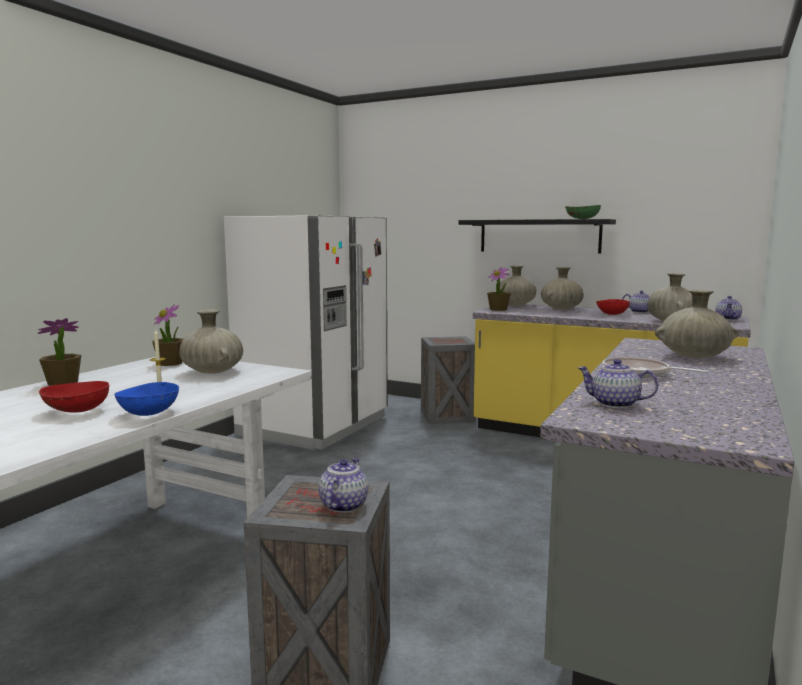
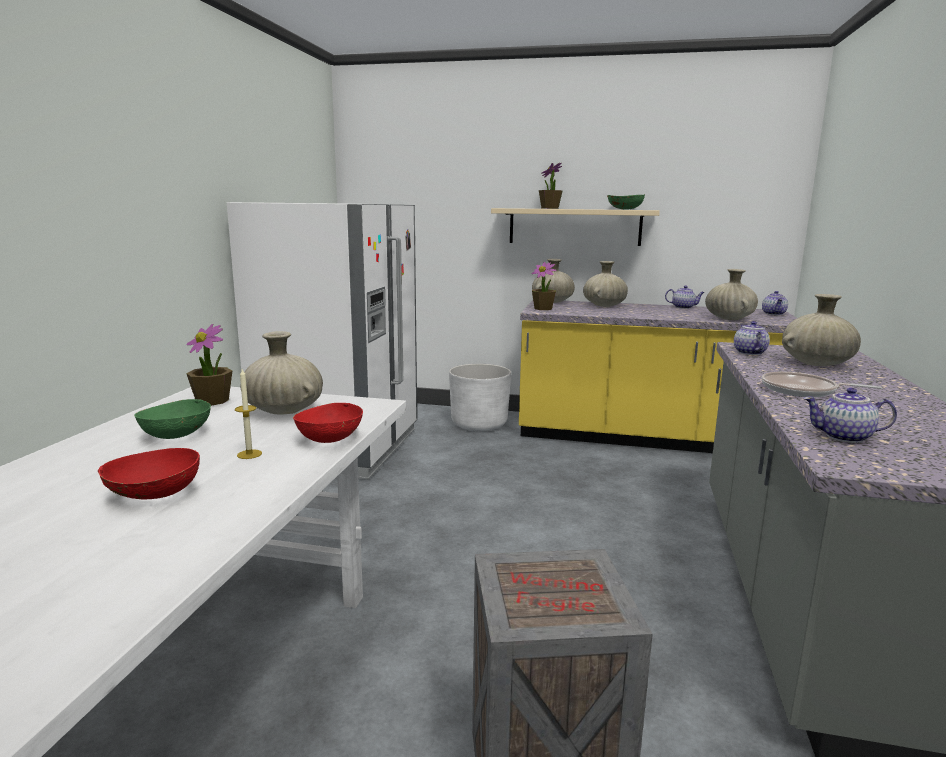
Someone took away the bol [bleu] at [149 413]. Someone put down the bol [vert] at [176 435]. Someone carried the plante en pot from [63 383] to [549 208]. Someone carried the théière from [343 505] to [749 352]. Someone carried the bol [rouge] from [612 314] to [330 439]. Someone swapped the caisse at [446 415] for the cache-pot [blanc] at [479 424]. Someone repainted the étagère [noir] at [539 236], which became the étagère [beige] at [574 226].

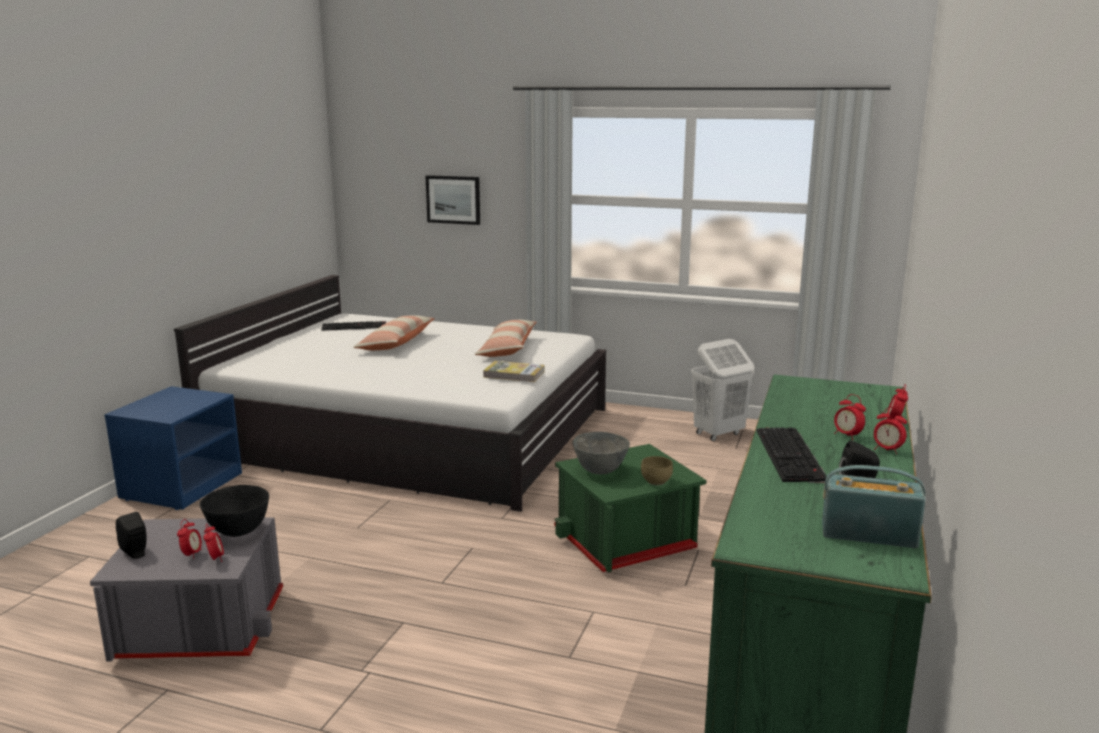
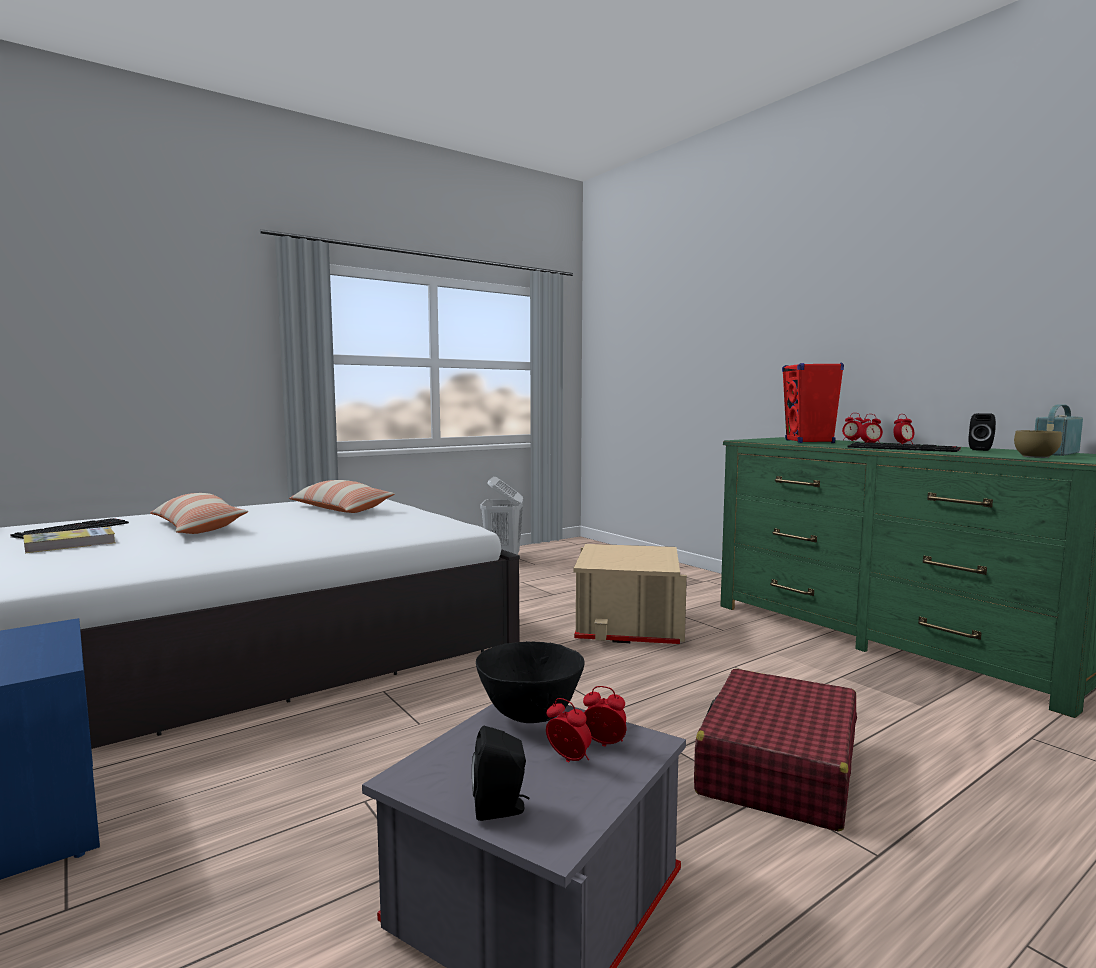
Someone took away the tableau at [453 199]. Someone took away the bol [gris] at [600 471]. Someone put down the valise [rouge] at [777 768]. Someone put down the enceinte [rouge] at [809 442]. Someone carried the livre from [514 374] to [70 544]. Someone carried the bol [marron] from [655 482] to [1035 457]. Someone repainted the boîte de rangement [vert] at [627 540], which became the boîte de rangement [beige] at [629 626].

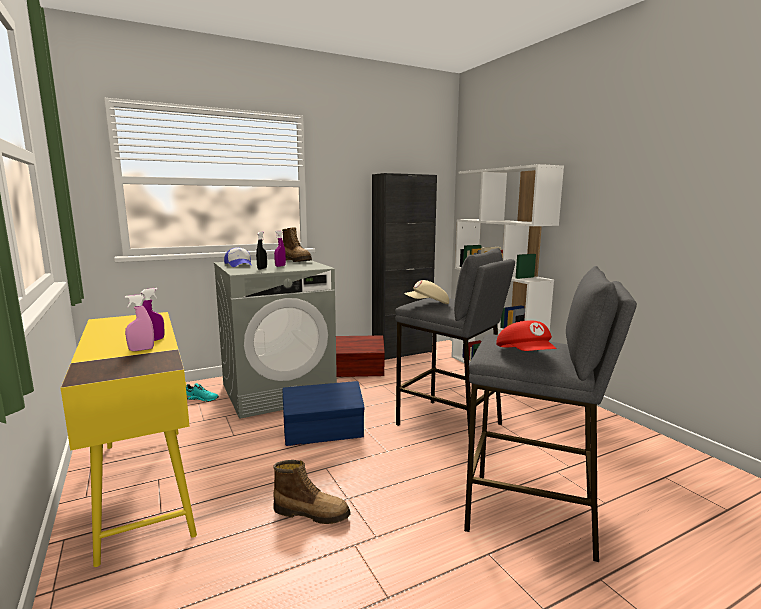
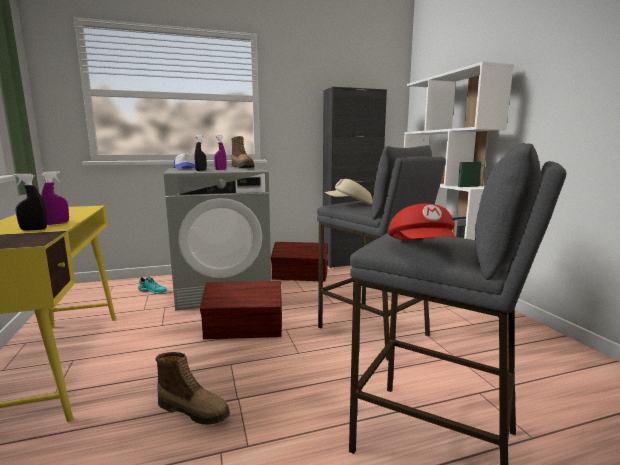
Someone repainted the vaporisateur [rose] at [141 349], which became the vaporisateur [noir] at [34 229]. Someone repainted the boîte de rangement [bleu] at [324 433], which became the boîte de rangement [marron] at [245 330].

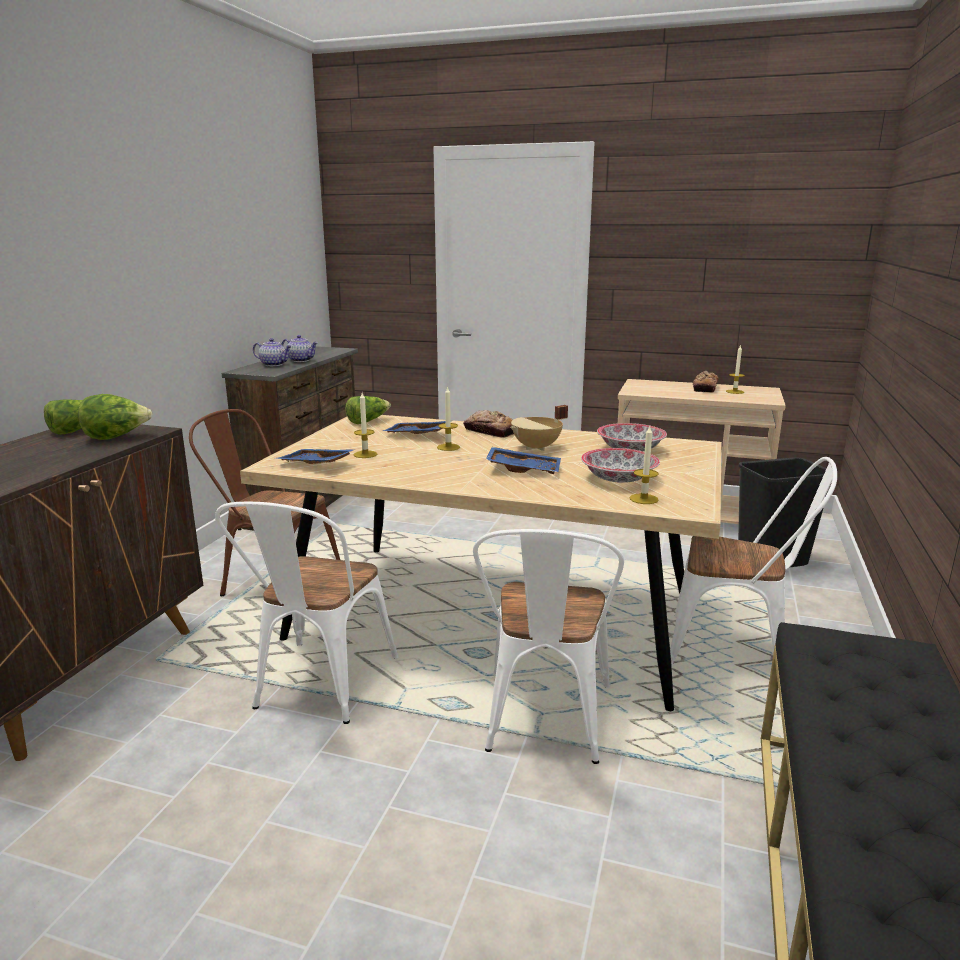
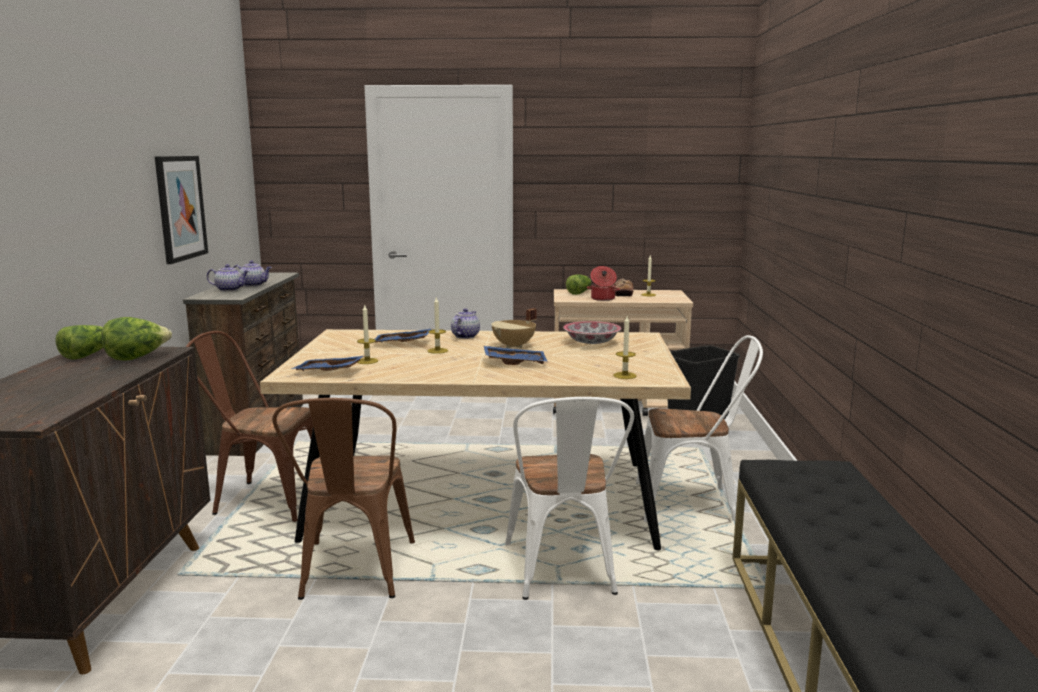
Someone took away the bol at [618 479]. Someone put up the tableau at [180 208]. Someone put down the marmite at [602 299]. Someone carried the laitue from [367 421] to [579 293]. Someone swapped the pain at [490 431] for the théière at [465 336]. Someone repainted the chaise [blanc] at [319 688], which became the chaise [marron] at [353 575].

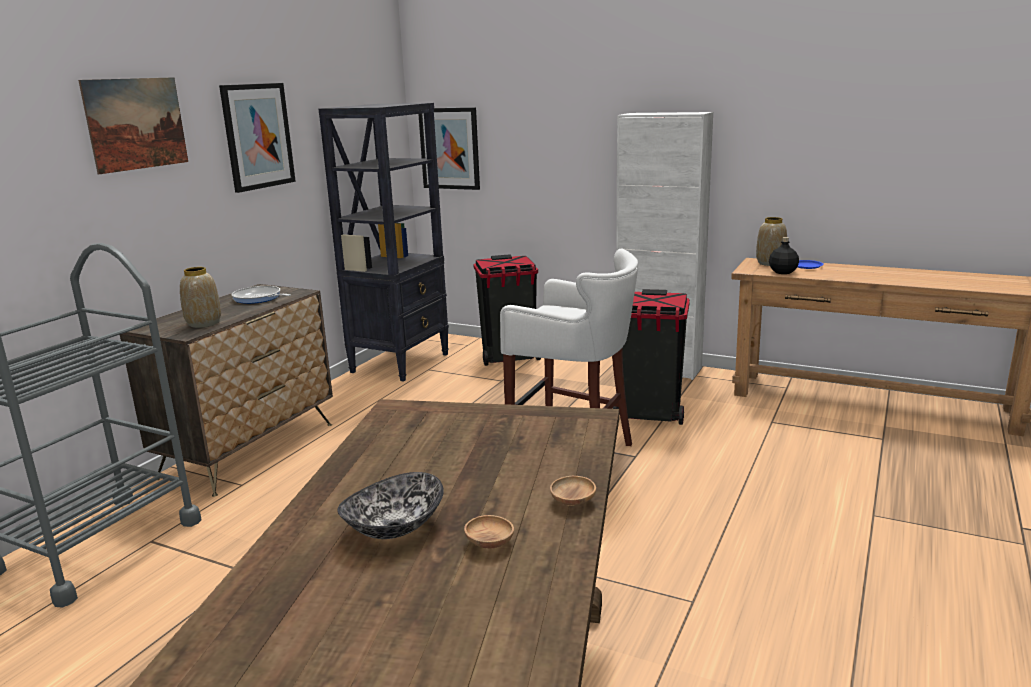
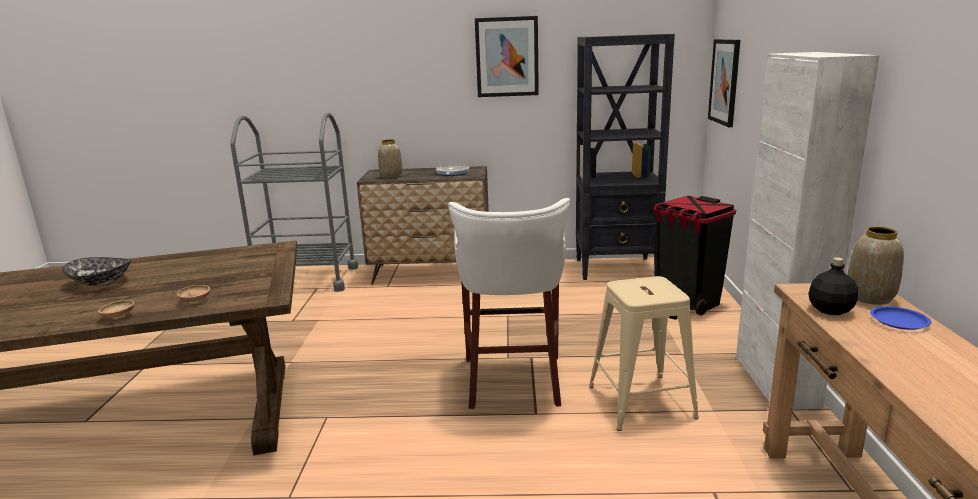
Someone took away the tableau at [136 124]. Someone carried the bol [marron] from [489 543] to [195 301]. Someone swapped the poubelle [noir] at [649 414] for the tabouret [beige] at [640 401].

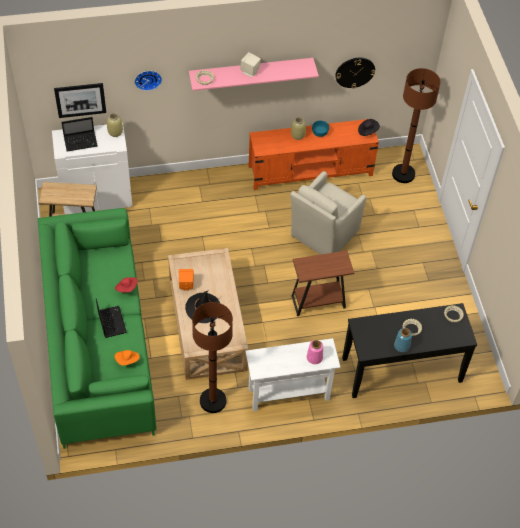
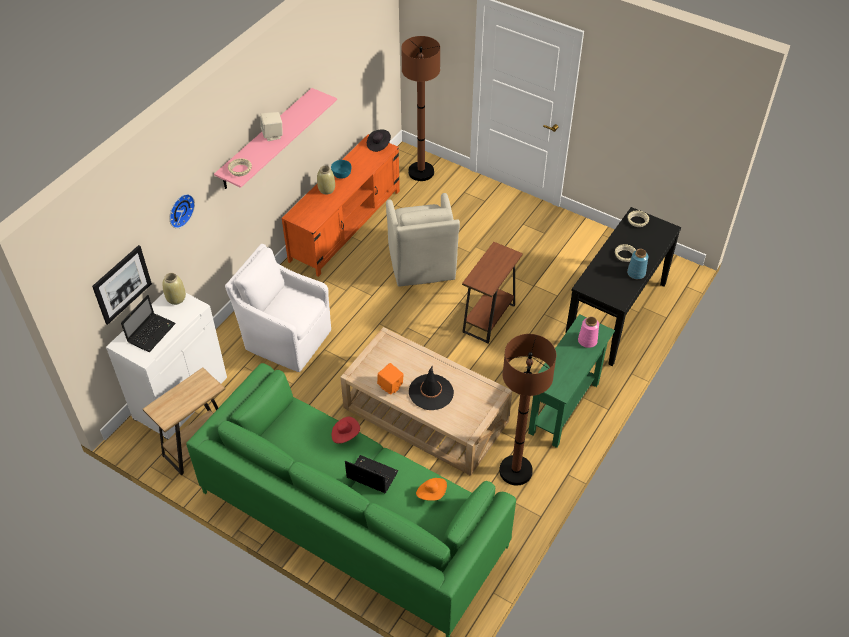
Someone took away the horloge murale at [355 72]. Someone put down the fauteuil [blanc] at [286 338]. Someone repainted the table console [blanc] at [289 394], which became the table console [vert] at [564 408].

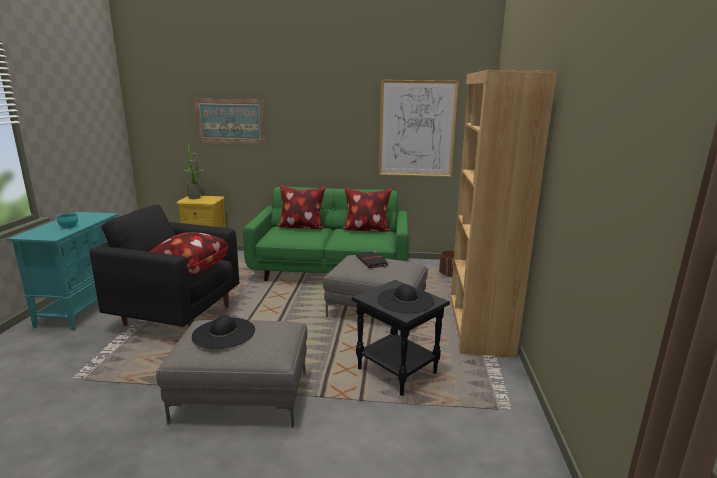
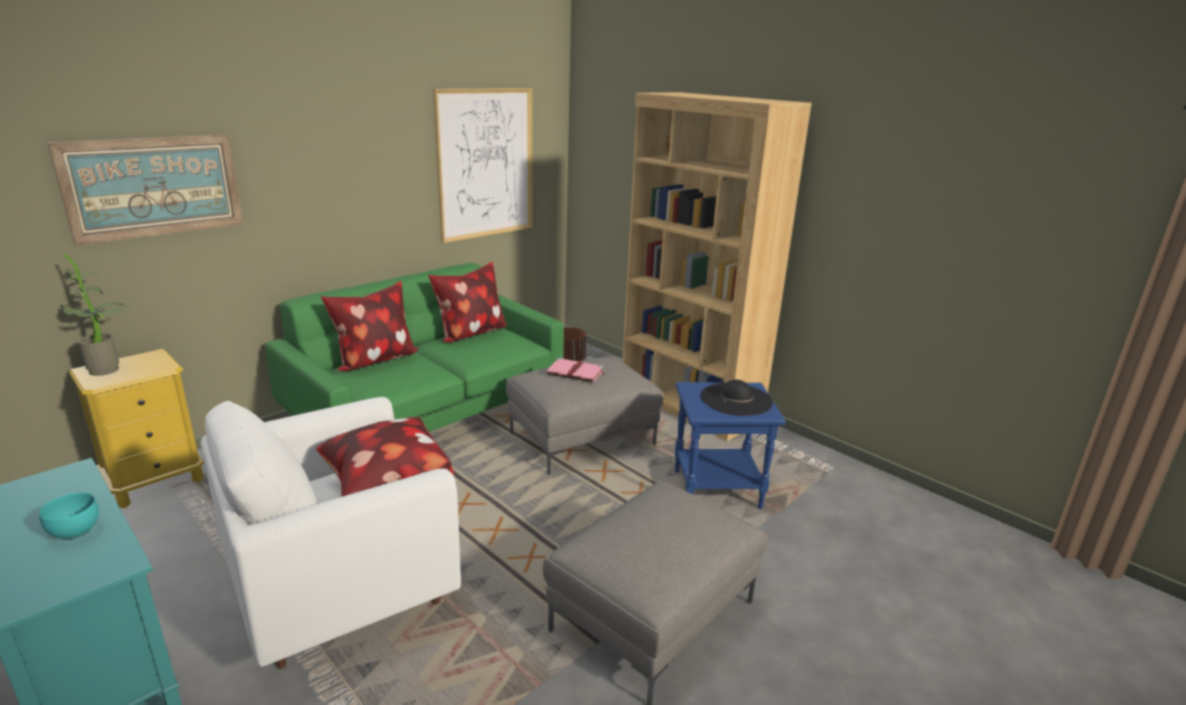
Someone took away the chapeau [noir] at [224 333]. Someone repainted the fauteuil [noir] at [178 315], which became the fauteuil [blanc] at [344 593]. Someone repainted the table d'appoint [noir] at [398 371], which became the table d'appoint [bleu] at [717 488]. Someone repainted the livre [noir] at [372 261], which became the livre [rose] at [576 373].

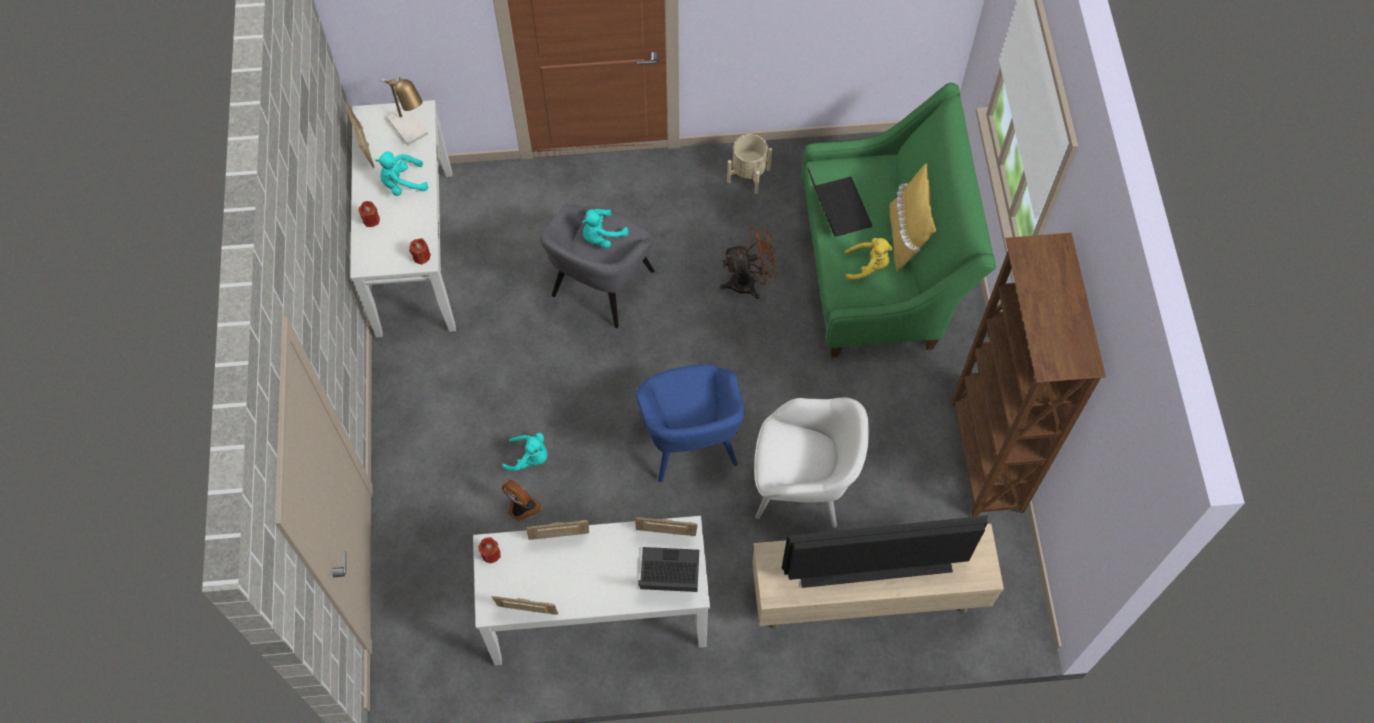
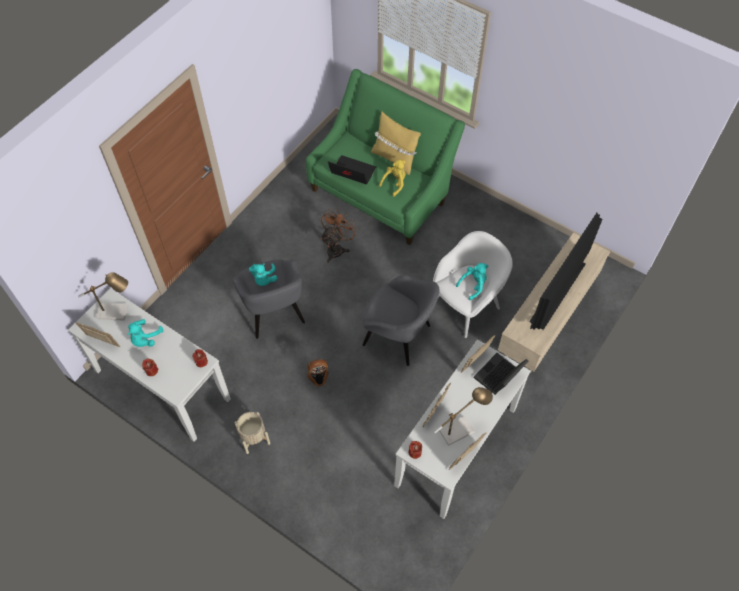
Someone took away the bibliothèque [marron] at [985 458]. Someone put down the lampe de table at [460 428]. Someone carried the peluche [turquoise] from [529 458] to [473 285]. Someone carried the ventilateur from [521 507] to [318 378]. Someone carried the cache-pot [beige] from [748 175] to [254 438]. Someone repainted the fauteuil [bleu] at [690 441], which became the fauteuil [gris] at [398 336].

